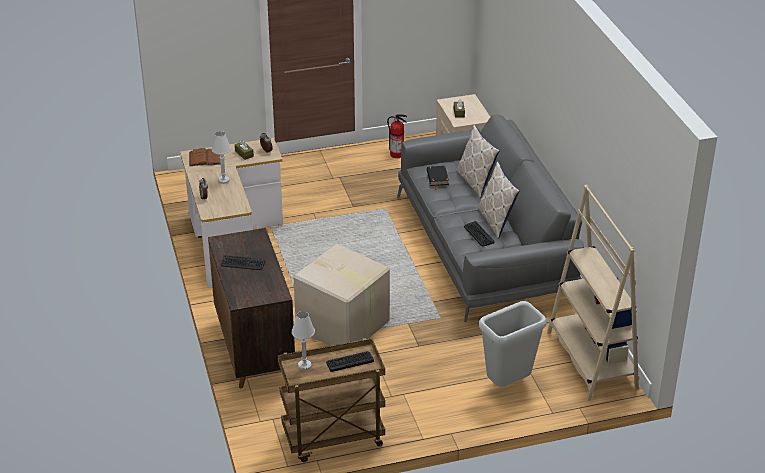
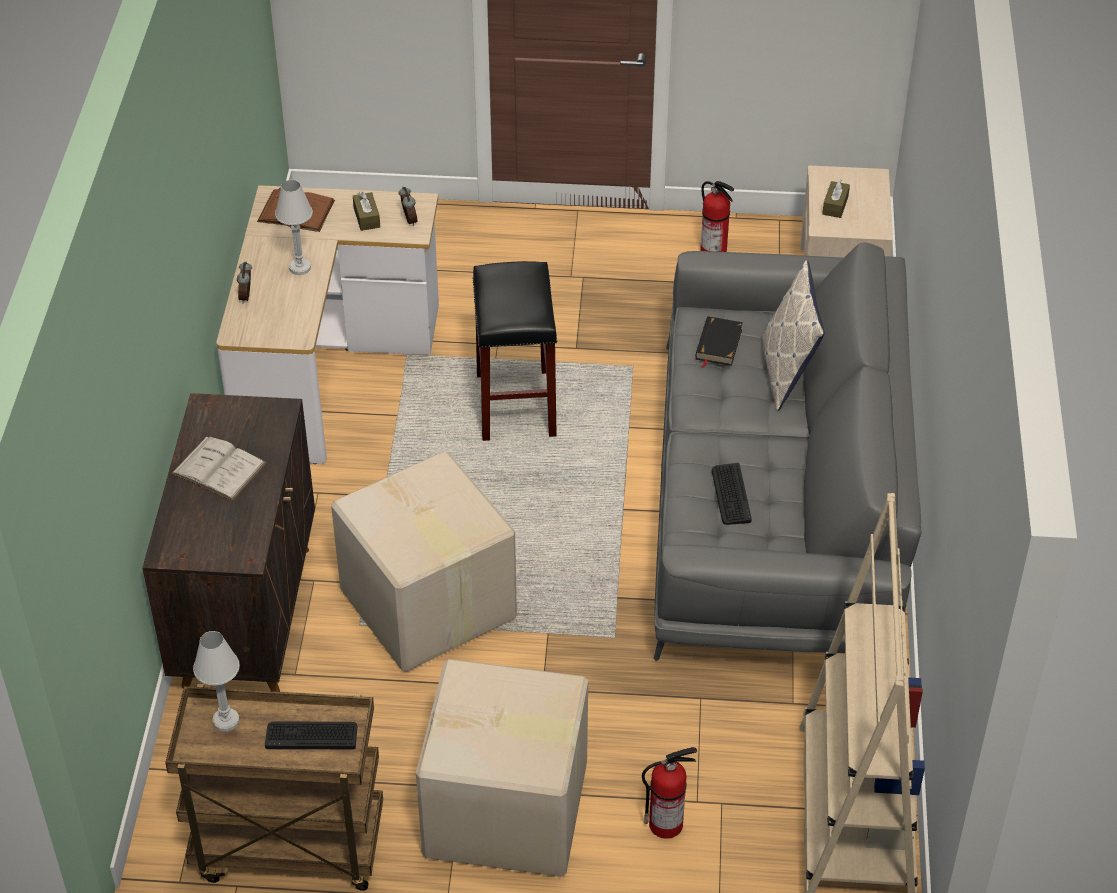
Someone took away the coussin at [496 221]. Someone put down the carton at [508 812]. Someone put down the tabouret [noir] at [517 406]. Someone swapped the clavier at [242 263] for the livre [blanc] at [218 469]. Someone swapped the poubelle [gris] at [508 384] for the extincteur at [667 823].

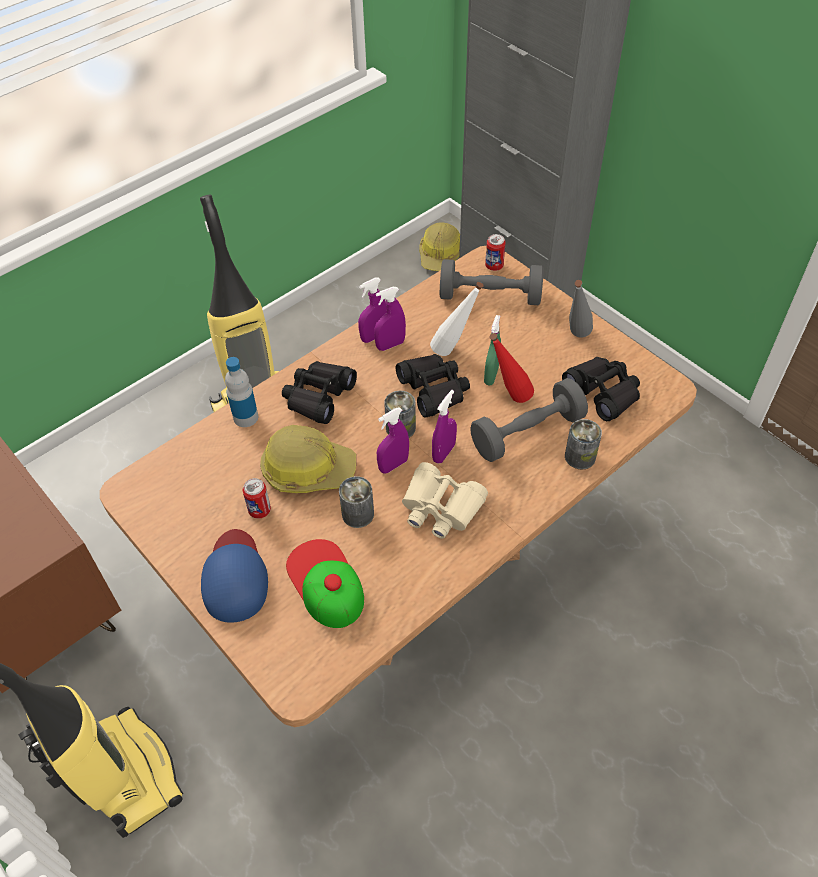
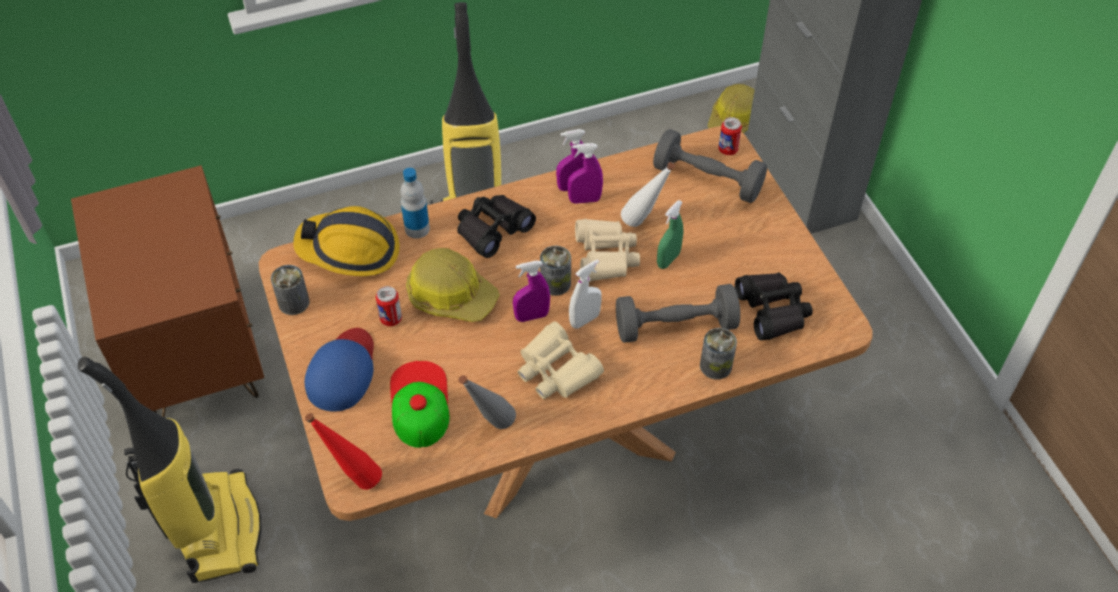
Someone put down the casque de chantier at [350 250]. Someone carried the boîte métallique from [358 514] to [294 302]. Someone carried the bouteille [rouge] from [508 398] to [353 478]. Someone carried the bouteille [gris] from [575 338] to [490 427]. Someone repainted the jumelles [noir] at [434 390], which became the jumelles [beige] at [605 256]. Someone repainted the vaporisateur [violet] at [443 453], which became the vaporisateur [blanc] at [585 320].

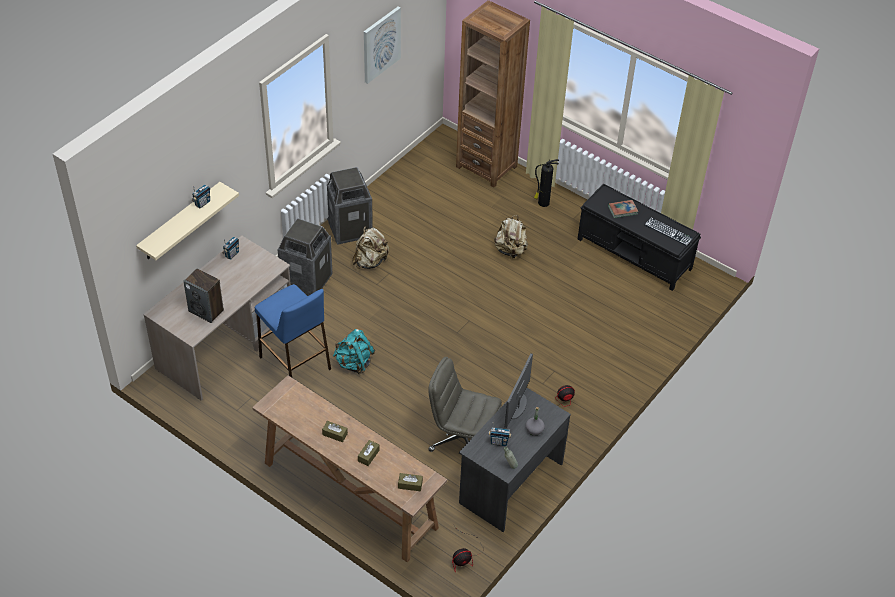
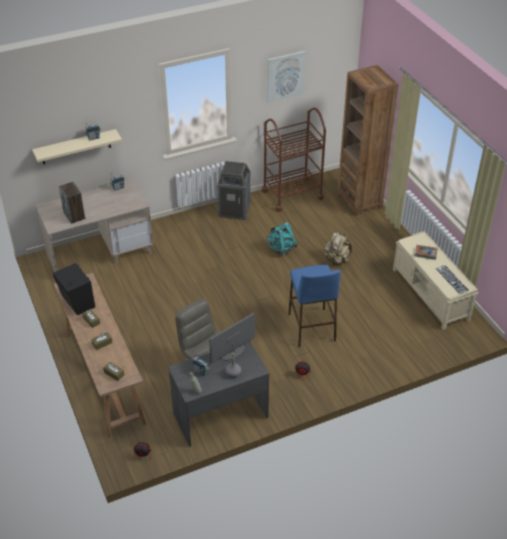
Someone took away the poubelle at [306 281]. Someone took away the sac à dos [beige] at [370 261]. Someone took away the extincteur at [542 203]. Someone put down the enceinte [noir] at [77 303]. Someone put down the chariot [marron] at [292 194]. Someone carried the tabouret [bleu] from [295 363] to [311 327]. Someone carried the sac à dos [turquoise] from [354 363] to [281 249]. Someone repainted the banc [noir] at [635 254], which became the banc [beige] at [431 294].

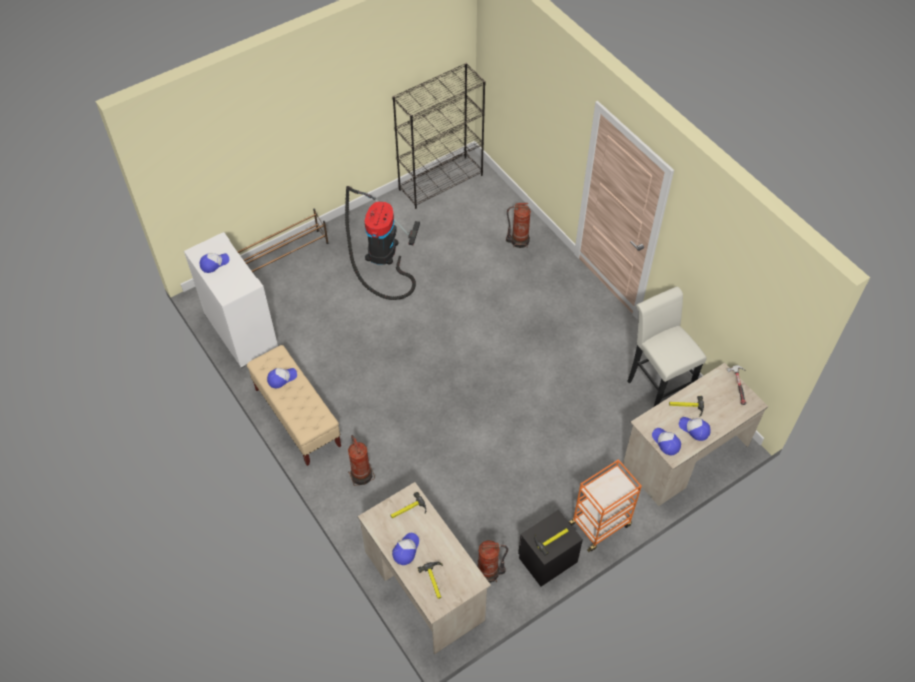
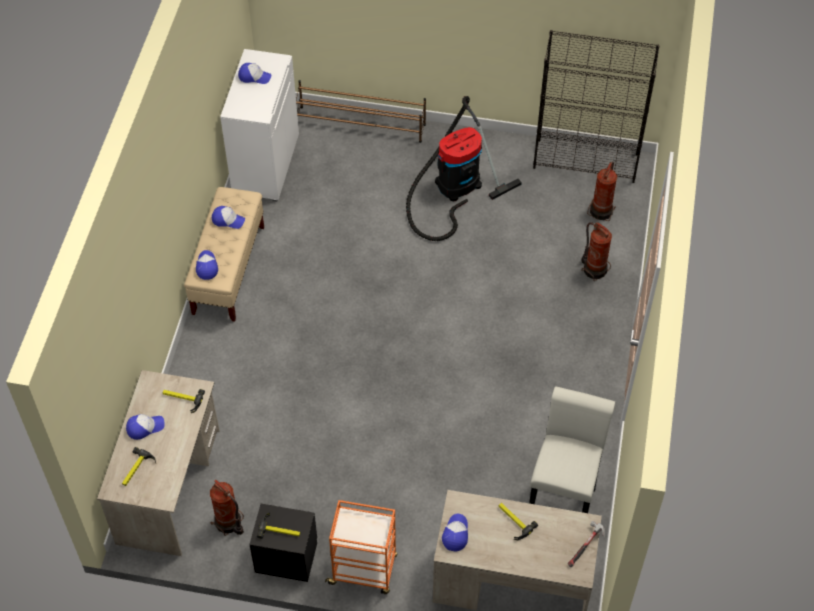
Someone carried the extincteur from [361 474] to [602 210]. Someone carried the casquette from [694 429] to [206 266].

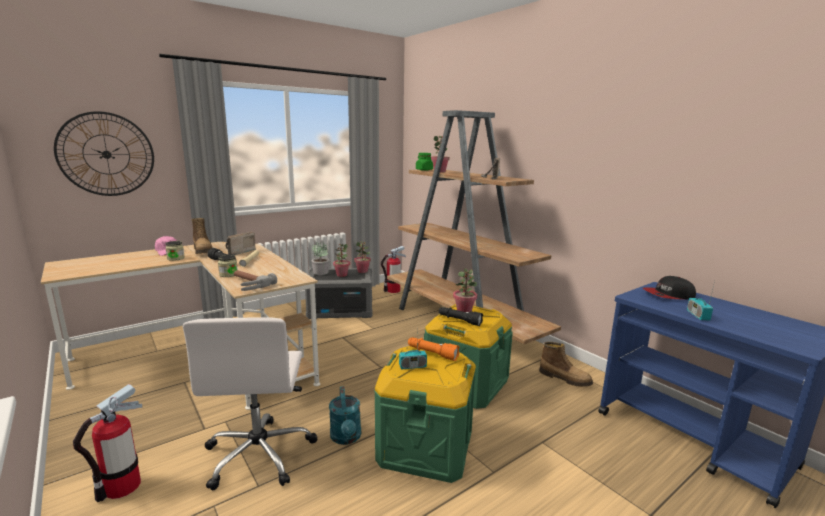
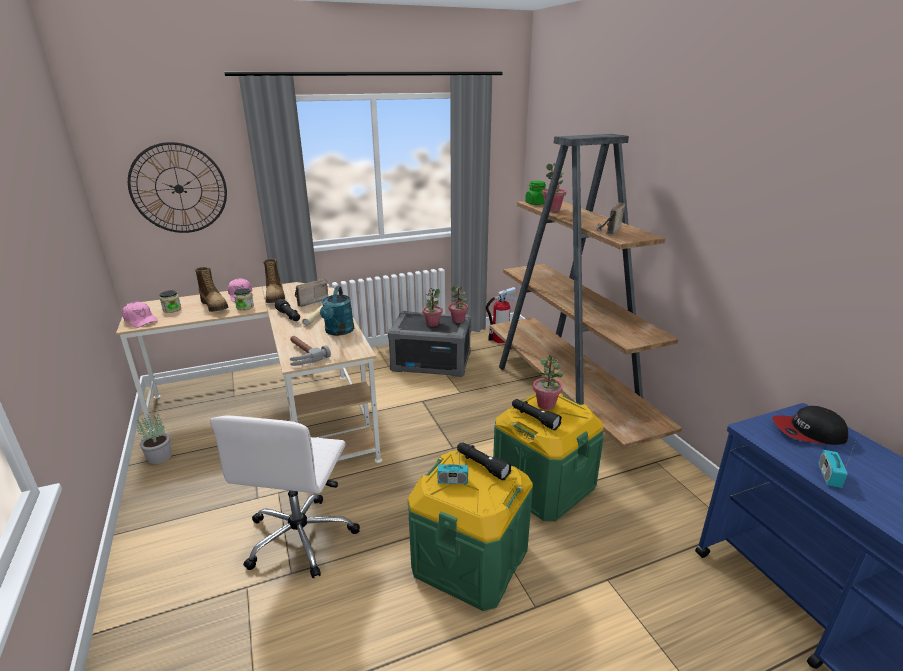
Someone took away the extincteur at [122 487]. Someone put down the casquette [rose] at [140 320]. Someone carried the bocal from [228 274] to [172 309]. Someone carried the plante en pot from [320 272] to [159 456]. Someone carried the arrosoir [turquoise] from [346 438] to [338 332]. Someone carried the botte from [565 378] to [215 306]. Someone repainted the lampe de poche [orange] at [432 354], which became the lampe de poche [noir] at [481 465].

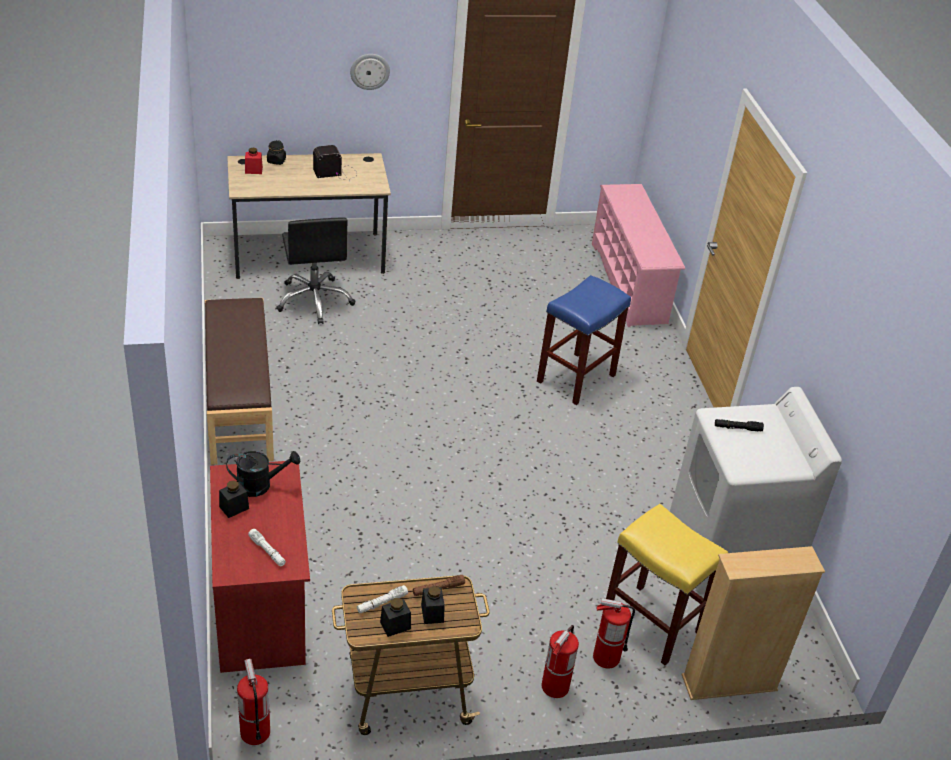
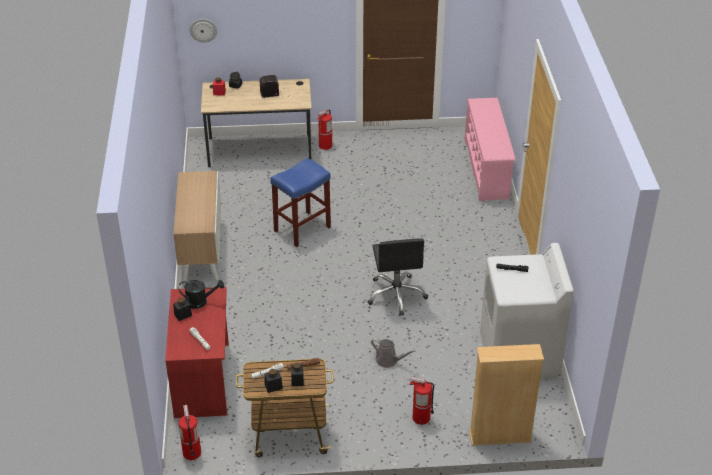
Someone took away the tabouret [jaune] at [650 623]. Someone put down the arrosoir [gris] at [388 360]. Someone carried the chaise de bureau [noir] from [315 300] to [396 295]. Someone carried the horloge murale from [370 71] to [203 30]. Someone carried the tabouret [bleu] from [576 377] to [302 228]. Someone carried the extincteur from [555 687] to [325 146]. Someone swapped the banc [marron] at [238 402] for the meuble de rangement at [201 251].

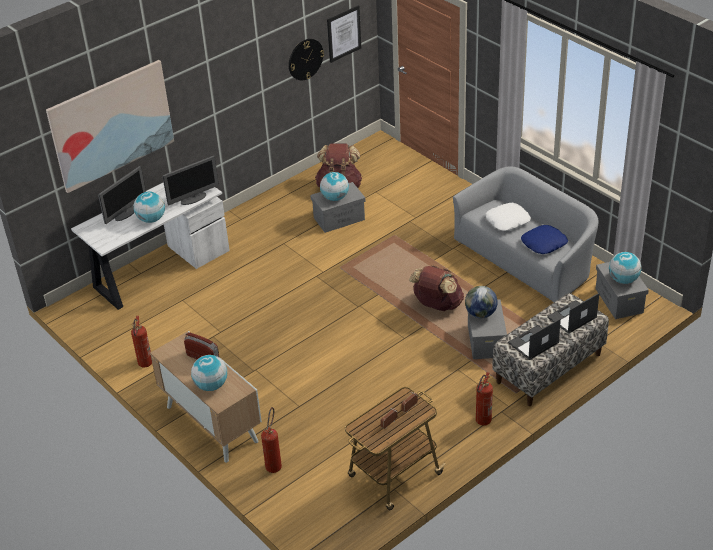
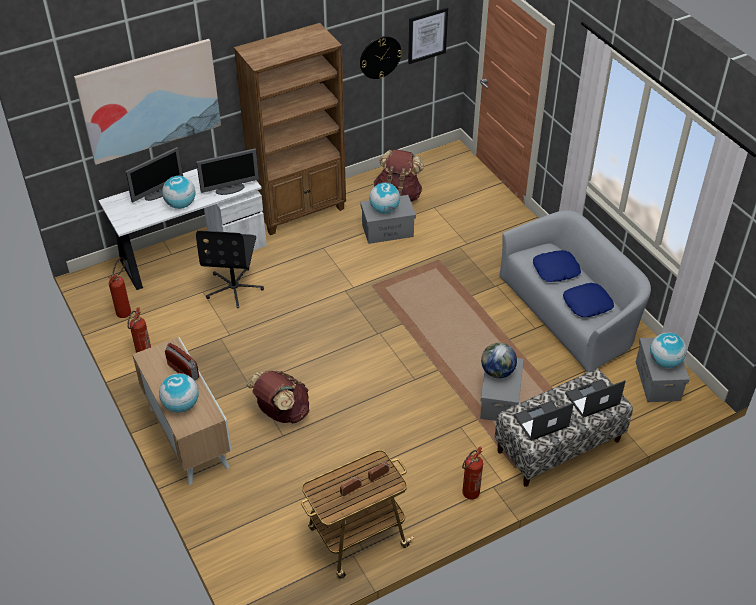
Someone put down the chaise de bureau [noir] at [234 288]. Someone put down the bibliothèque [marron] at [300 210]. Someone carried the extincteur from [274 464] to [126 310]. Someone carried the sac à dos [marron] from [437 305] to [281 413]. Someone repainted the coussin [blanc] at [508 221], which became the coussin [bleu] at [556 270].

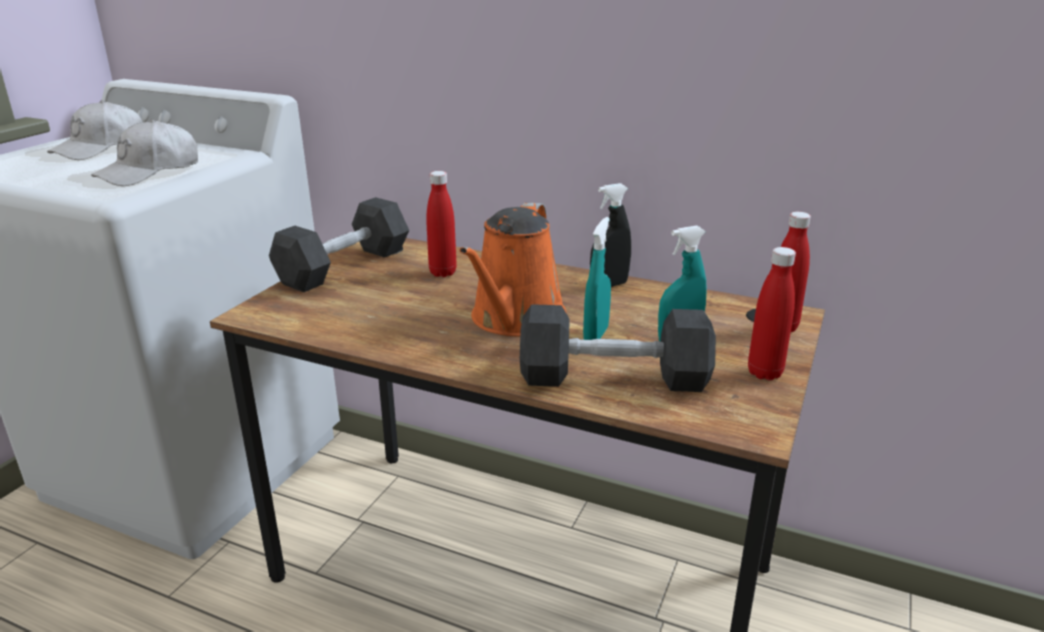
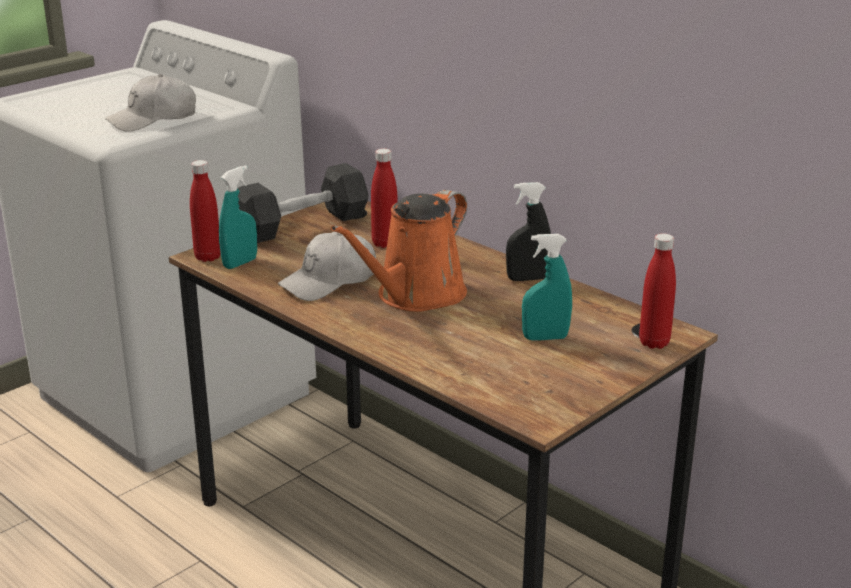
Someone took away the haltère [noir] at [613 378]. Someone carried the casquette [blanc] from [101 148] to [329 281]. Someone carried the vaporisateur [turquoise] from [596 335] to [240 263]. Someone carried the bouteille [rouge] from [764 373] to [208 257].

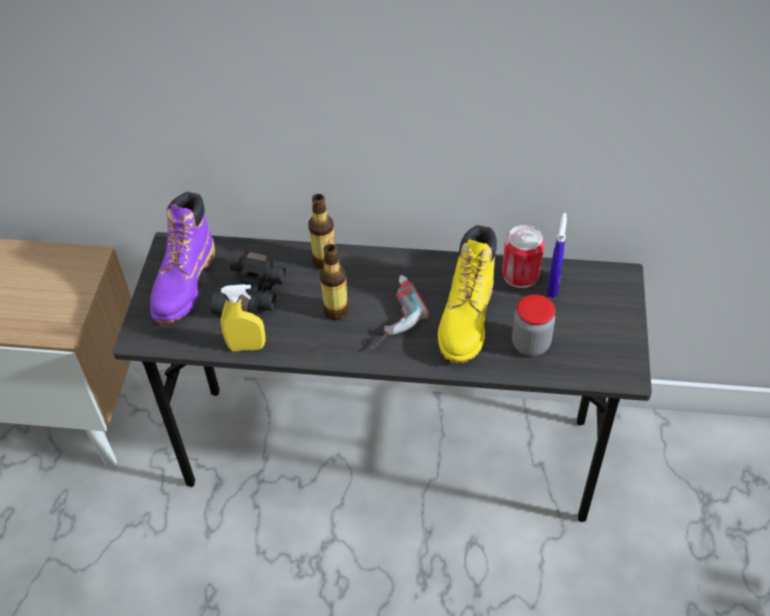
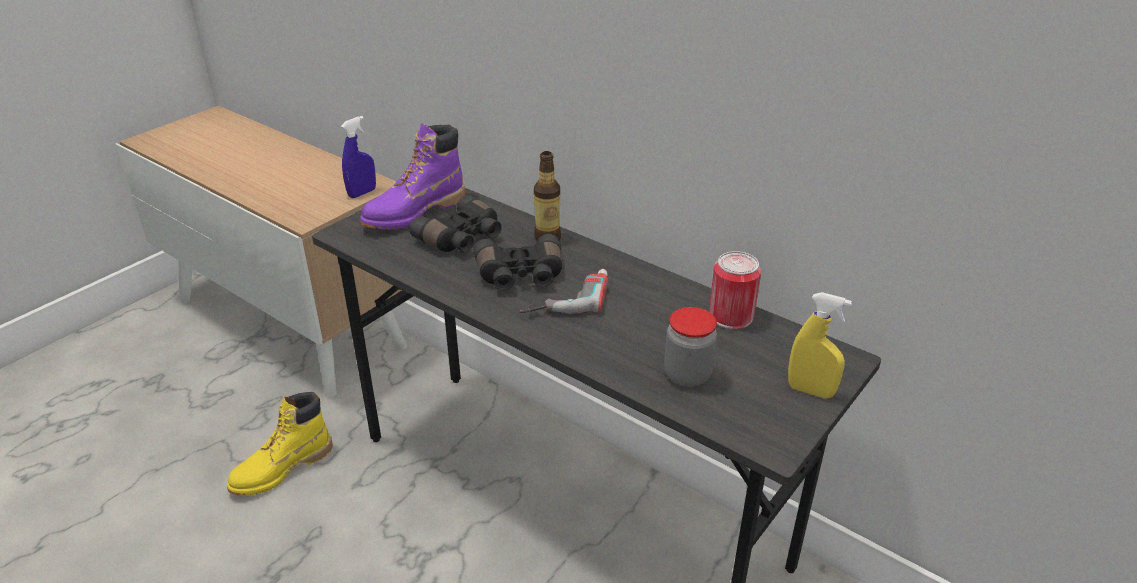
Someone carried the vaporisateur [jaune] from [247 347] to [810 391]. Someone carried the botte [jaune] from [466 320] to [282 469]. Someone carried the vaporisateur [bleu] from [553 286] to [362 193]. Someone swapped the bouteille at [336 311] for the jumelles [noir] at [520 276].

